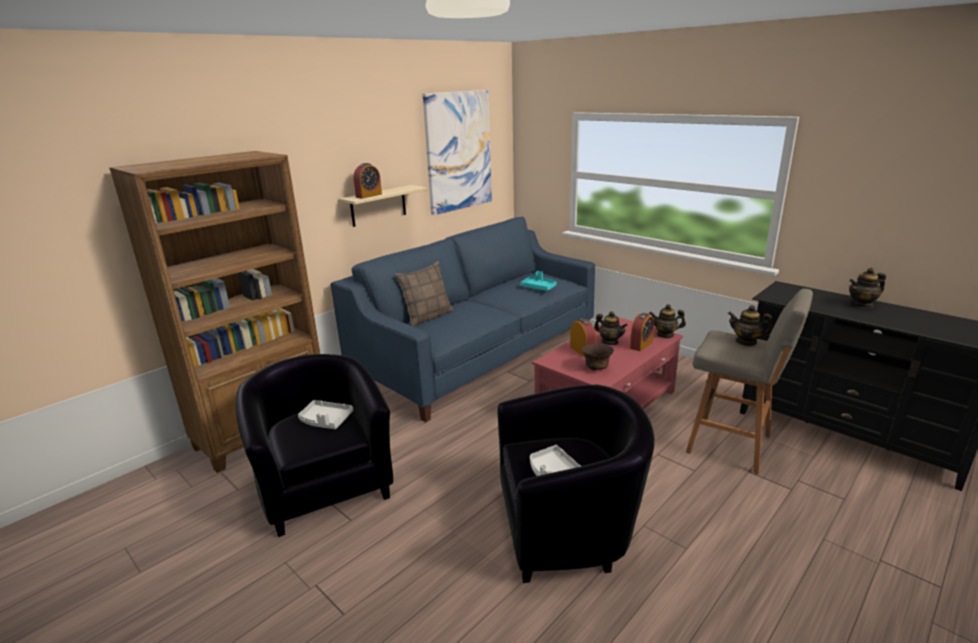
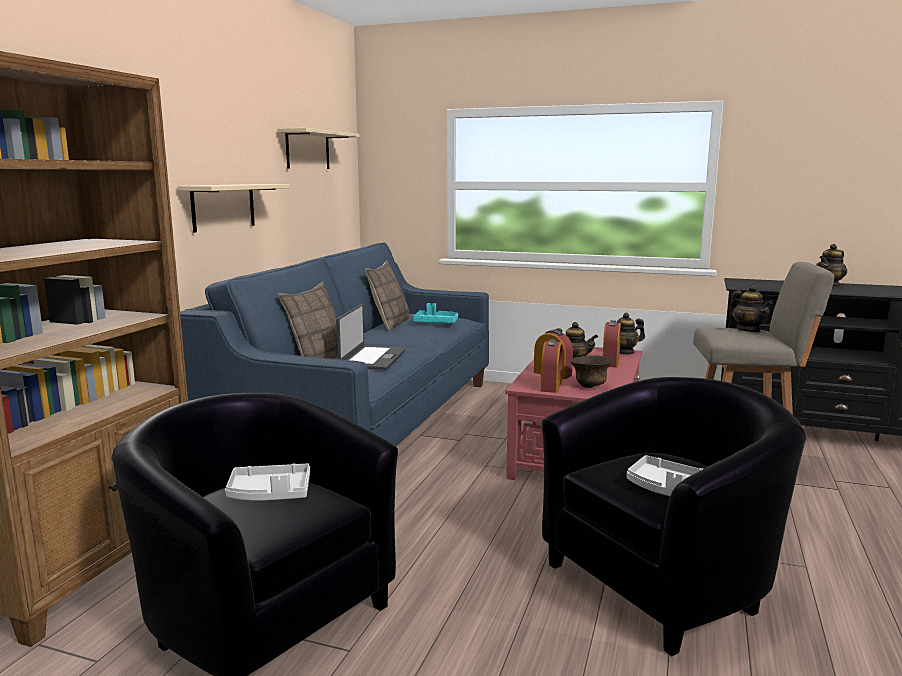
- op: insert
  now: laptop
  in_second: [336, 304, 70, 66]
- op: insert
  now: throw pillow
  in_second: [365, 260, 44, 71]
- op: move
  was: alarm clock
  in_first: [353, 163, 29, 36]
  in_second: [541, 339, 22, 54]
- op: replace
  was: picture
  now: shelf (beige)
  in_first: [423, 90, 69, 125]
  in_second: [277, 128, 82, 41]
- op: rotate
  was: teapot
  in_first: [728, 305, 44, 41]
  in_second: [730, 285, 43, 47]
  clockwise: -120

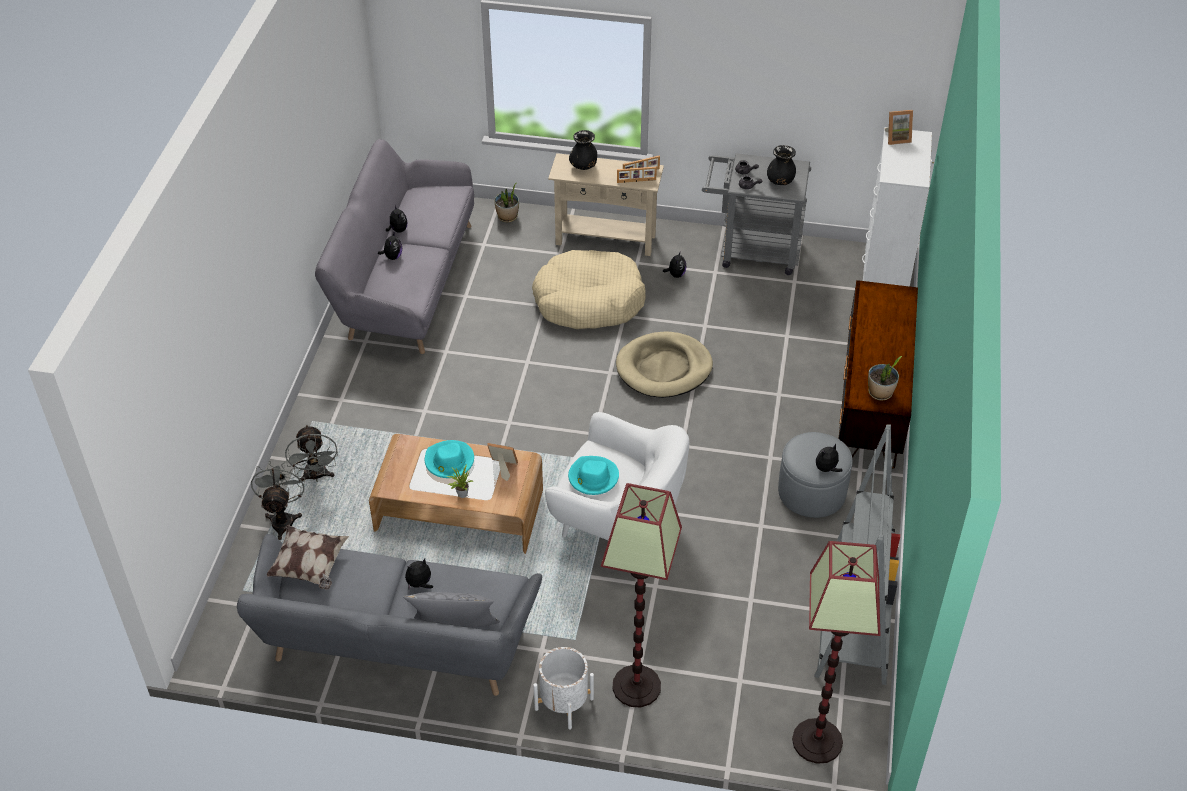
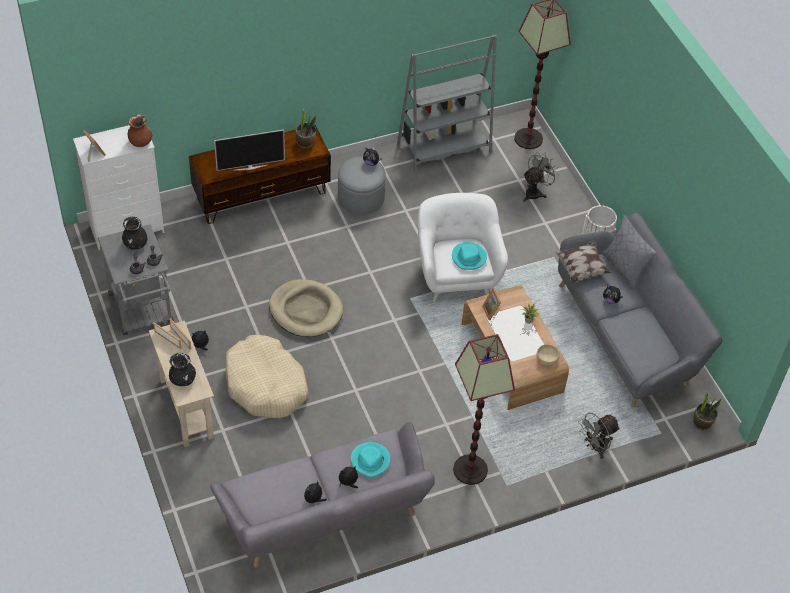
- op: insert
  now: vase (brownish)
  in_second: [128, 114, 24, 33]
- op: insert
  now: TV
  in_second: [214, 130, 71, 41]
- op: insert
  now: serving bowl (beige)
  in_second: [537, 344, 22, 21]
- op: move
  was: throw pillow
  in_first: [267, 525, 82, 65]
  in_second: [555, 241, 57, 43]
- op: move
  was: fan (grey)
  in_first: [285, 425, 53, 57]
  in_second: [523, 152, 36, 50]
- op: move
  was: hat (turquoise-coloured)
  in_first: [425, 440, 49, 38]
  in_second: [351, 442, 40, 36]
- op: move
  was: houseplant
  in_first: [494, 183, 25, 39]
  in_second: [693, 392, 28, 38]
- op: move
  was: standard lamp
  in_first: [601, 483, 81, 224]
  in_second: [453, 334, 62, 151]

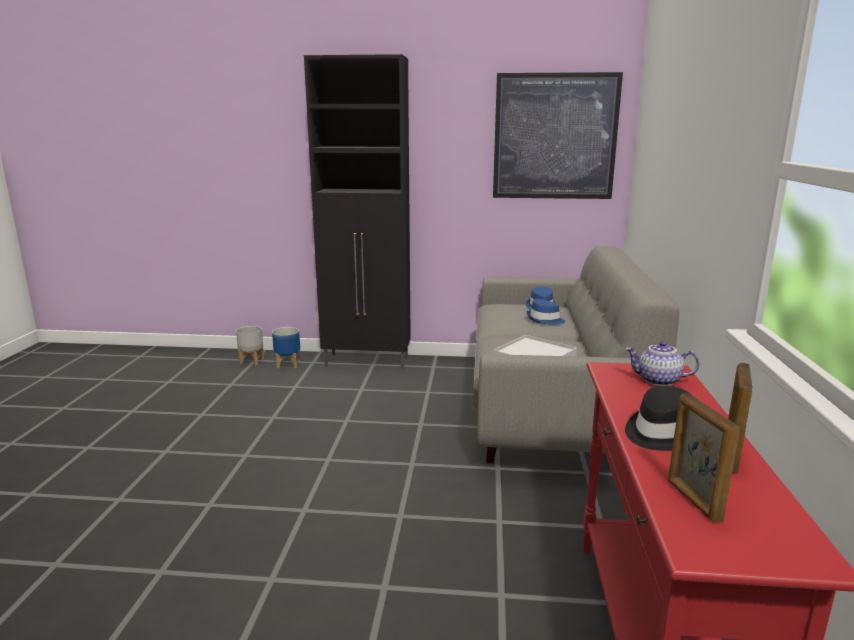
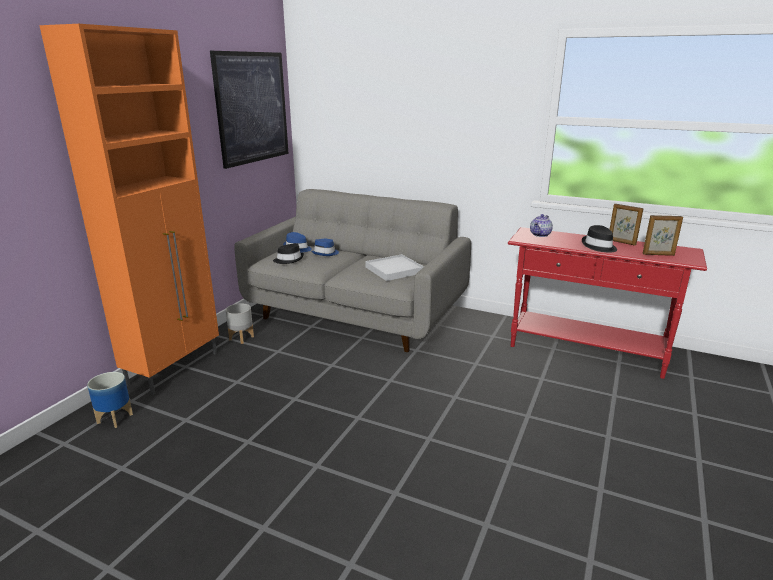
- op: insert
  now: hat (blackish)
  in_second: [273, 243, 31, 21]
- op: move
  was: flower pot (grey)
  in_first: [236, 326, 28, 39]
  in_second: [226, 303, 28, 41]
- op: recolor
  was: storage cabinet (blackish)
  now: storage cabinet (orange)
  in_first: [304, 54, 107, 315]
  in_second: [39, 24, 180, 371]

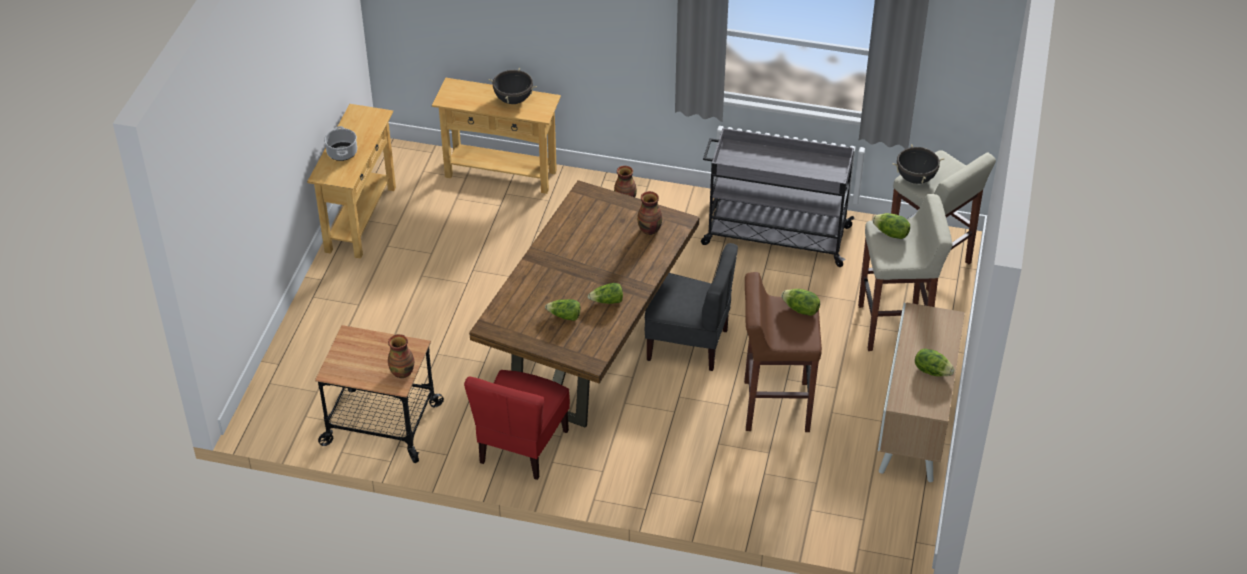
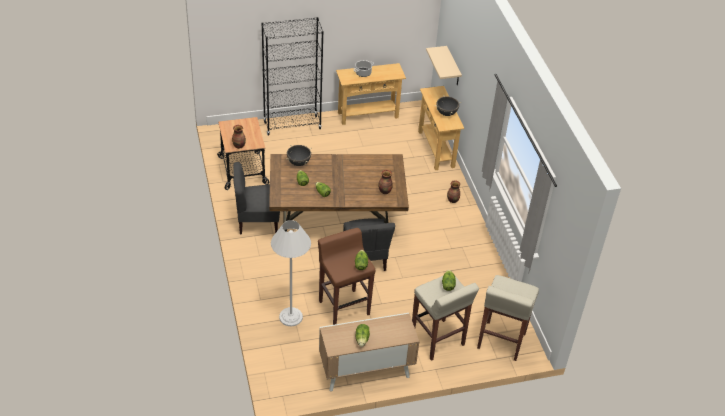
- op: delete
  was: cart (grey)
  in_first: [701, 128, 154, 139]
- op: insert
  now: bookshelf (blackish)
  in_second: [261, 17, 63, 119]
- op: insert
  now: standard lamp (white-coloured)
  in_second: [271, 220, 40, 106]
- op: insert
  now: shelf (beige)
  in_second: [426, 46, 36, 39]
- op: move
  was: cooking pot (blackish)
  in_first: [893, 144, 51, 40]
  in_second: [286, 145, 26, 21]
- op: recolor
  was: upright chair (reddish)
  now: upright chair (grey)
  in_first: [464, 370, 106, 110]
  in_second: [233, 162, 47, 72]

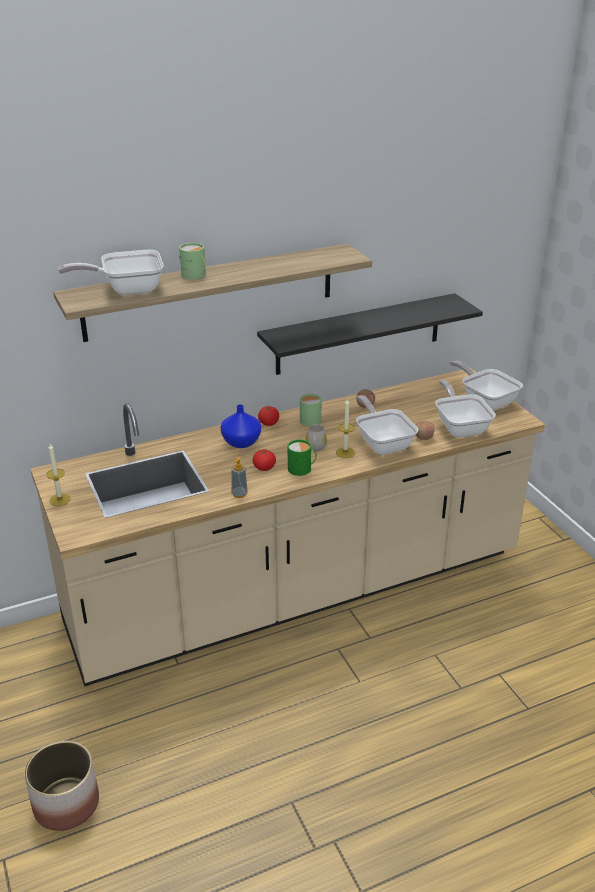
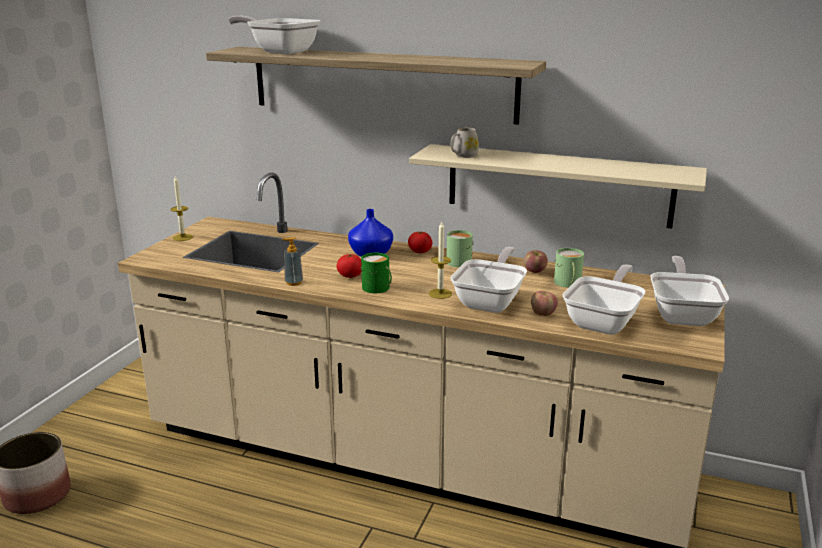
- op: move
  was: mug (green)
  in_first: [179, 243, 27, 37]
  in_second: [554, 248, 30, 40]
- op: move
  was: mug (white-coloured)
  in_first: [306, 424, 21, 27]
  in_second: [450, 128, 29, 30]
- op: recolor
  was: shelf (blackish)
  now: shelf (beige)
  in_first: [257, 293, 226, 82]
  in_second: [409, 144, 298, 85]

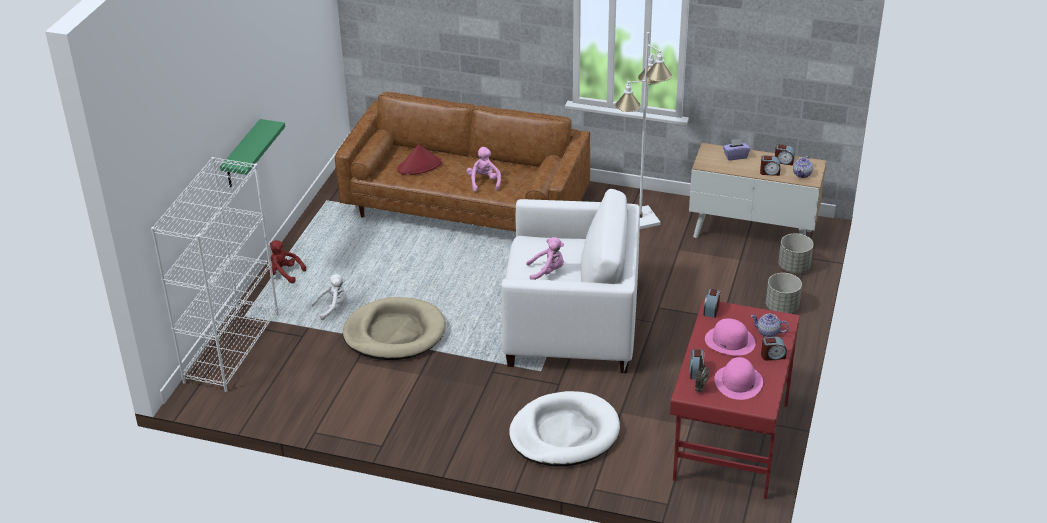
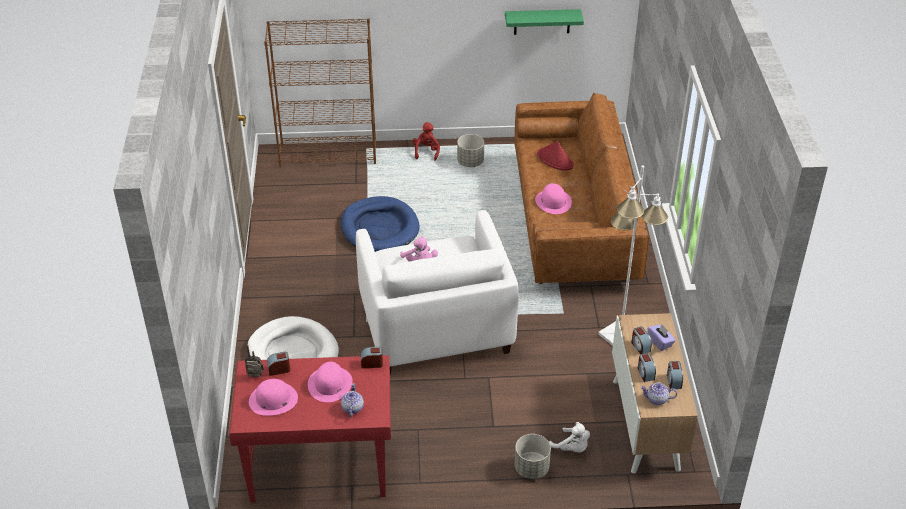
- op: move
  was: shelf (green)
  in_first: [220, 119, 65, 68]
  in_second: [505, 9, 79, 26]
- op: move
  was: cuddly toy (white-coloured)
  in_first: [311, 274, 37, 46]
  in_second: [549, 422, 41, 30]
- op: move
  was: alarm clock
  in_first: [761, 337, 26, 23]
  in_second: [631, 327, 21, 27]
- op: move
  was: flower pot (grey)
  in_first: [778, 233, 36, 40]
  in_second: [457, 134, 27, 33]
- op: replace
  was: cuddly toy (pinkish)
  now: hat (pinkish)
  in_first: [467, 147, 34, 45]
  in_second: [535, 183, 37, 31]
- op: recolor
  was: bookshelf (white-coloured)
  now: bookshelf (brownish)
  in_first: [151, 157, 128, 235]
  in_second: [264, 18, 112, 149]
- op: recolor
  was: dog cushion (beige)
  now: dog cushion (blue-coloured)
  in_first: [343, 297, 103, 63]
  in_second: [341, 196, 79, 56]

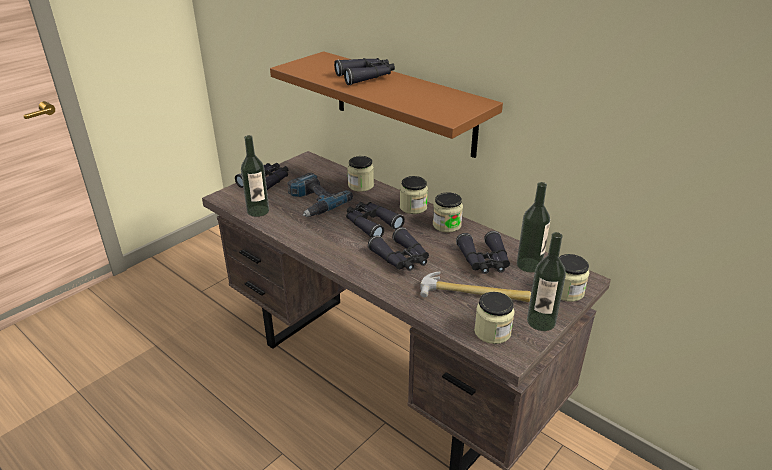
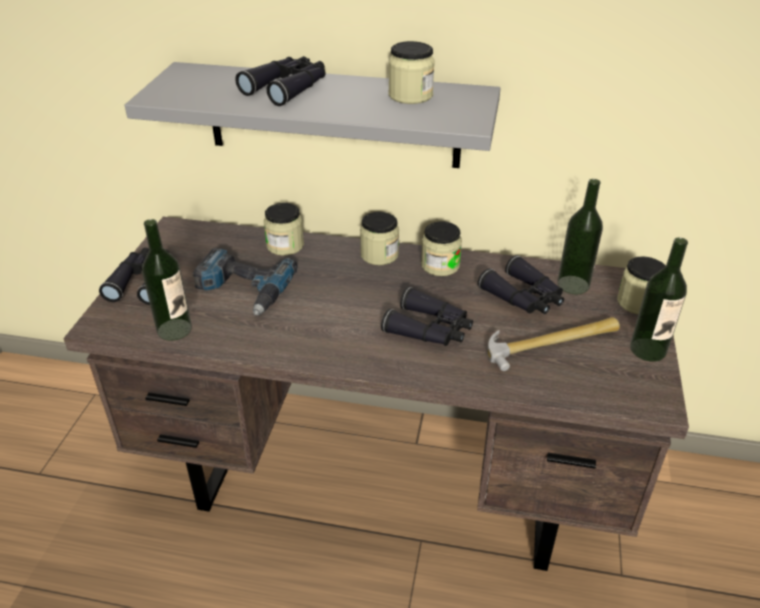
- op: delete
  was: pair of binoculars (blackish)
  in_first: [346, 202, 59, 36]
- op: move
  was: storage jar
  in_first: [474, 292, 40, 52]
  in_second: [388, 41, 47, 63]
- op: recolor
  was: shelf (brownish)
  now: shelf (grey)
  in_first: [270, 51, 233, 107]
  in_second: [124, 62, 377, 106]

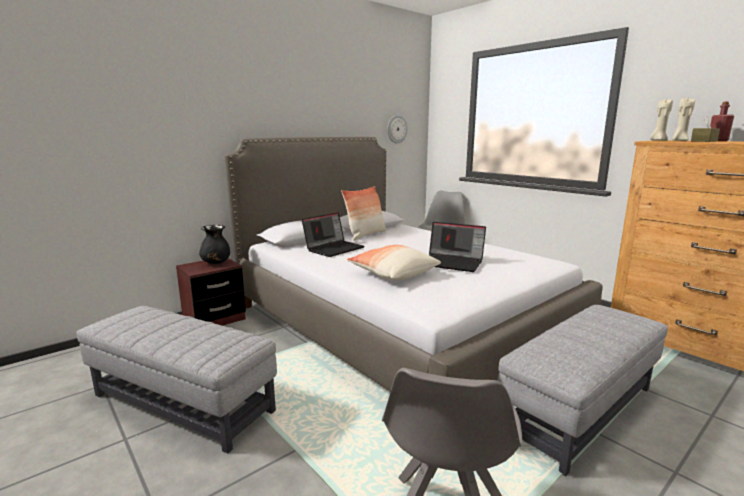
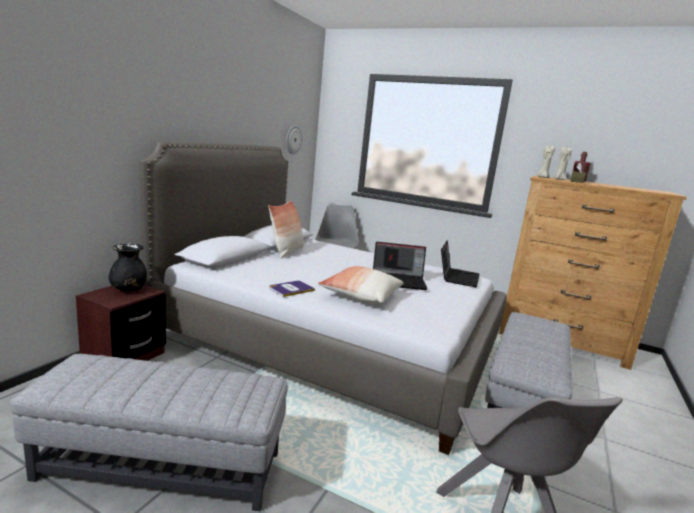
- op: insert
  now: book
  in_second: [269, 281, 46, 16]
- op: move
  was: laptop
  in_first: [302, 212, 63, 45]
  in_second: [441, 240, 38, 47]

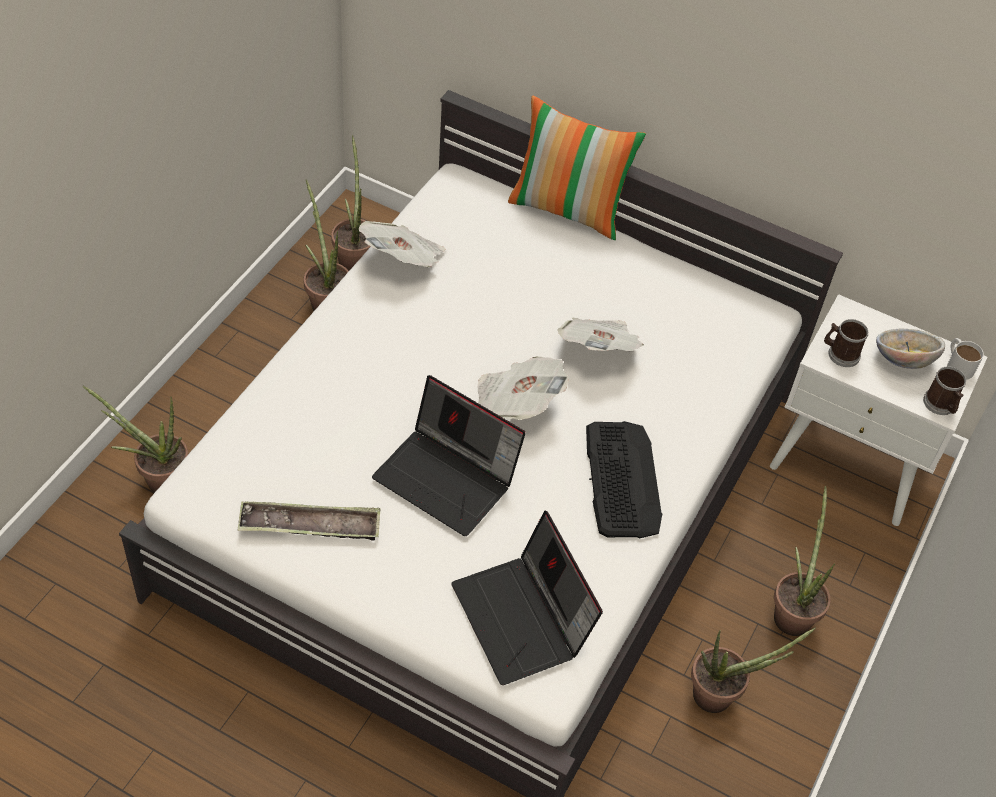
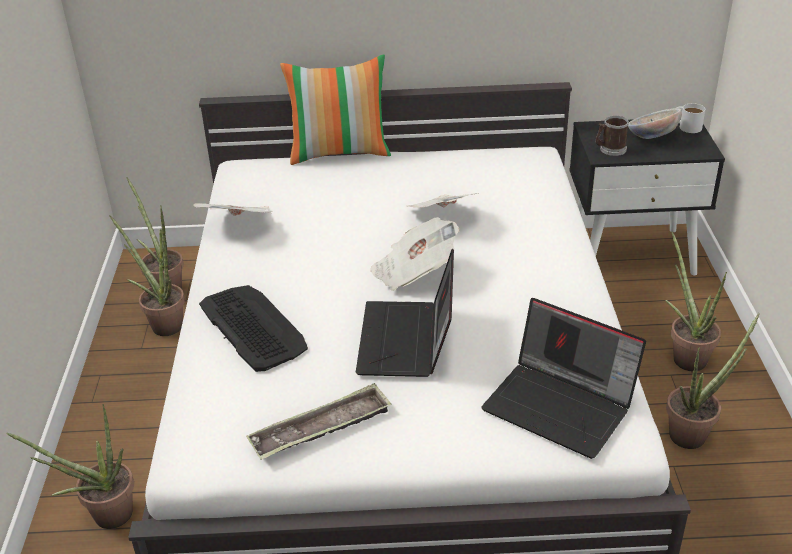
- op: delete
  was: mug
  in_first: [923, 366, 43, 49]
- op: move
  was: keyboard
  in_first: [586, 421, 76, 117]
  in_second: [199, 285, 109, 87]
- op: recolor
  was: nightstand (white-coloured)
  now: nightstand (blackish)
  in_first: [770, 294, 217, 232]
  in_second: [569, 119, 156, 156]
- op: rotate
  was: laptop
  in_first: [372, 375, 154, 161]
  in_second: [356, 249, 98, 128]
  clockwise: 90

